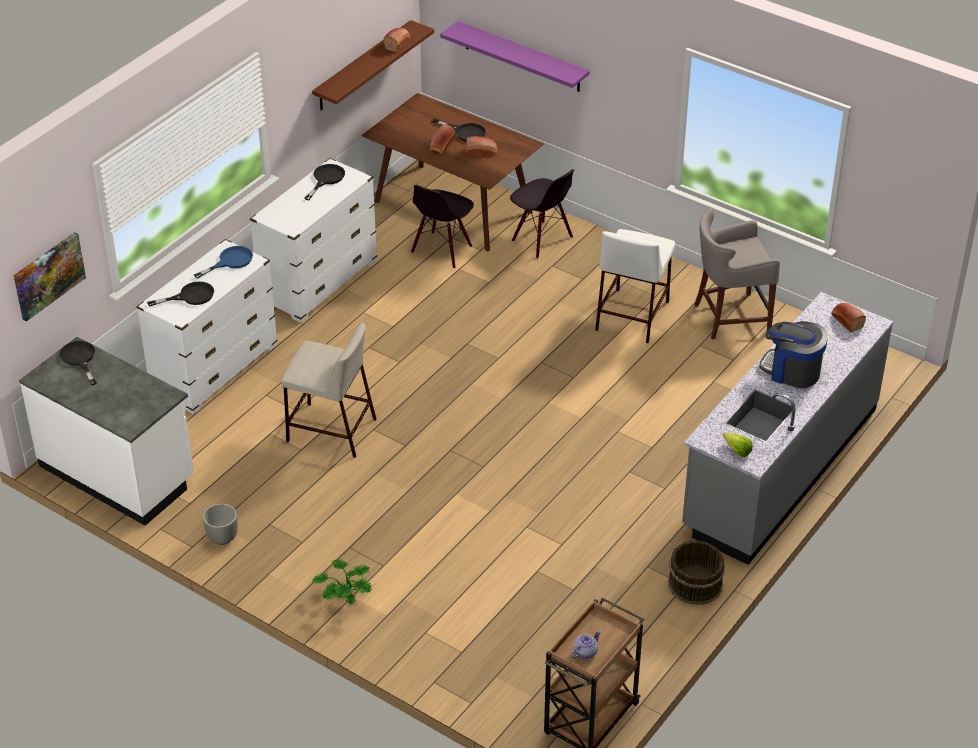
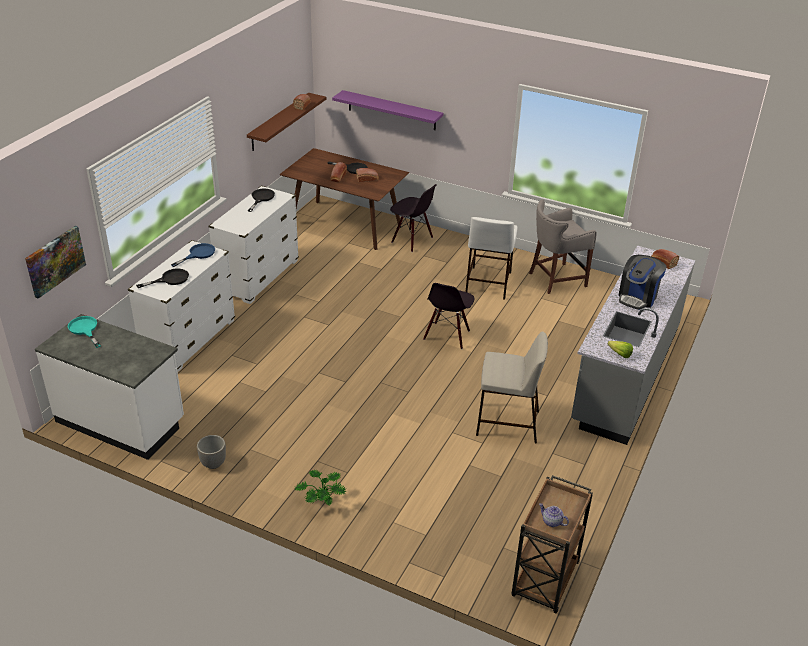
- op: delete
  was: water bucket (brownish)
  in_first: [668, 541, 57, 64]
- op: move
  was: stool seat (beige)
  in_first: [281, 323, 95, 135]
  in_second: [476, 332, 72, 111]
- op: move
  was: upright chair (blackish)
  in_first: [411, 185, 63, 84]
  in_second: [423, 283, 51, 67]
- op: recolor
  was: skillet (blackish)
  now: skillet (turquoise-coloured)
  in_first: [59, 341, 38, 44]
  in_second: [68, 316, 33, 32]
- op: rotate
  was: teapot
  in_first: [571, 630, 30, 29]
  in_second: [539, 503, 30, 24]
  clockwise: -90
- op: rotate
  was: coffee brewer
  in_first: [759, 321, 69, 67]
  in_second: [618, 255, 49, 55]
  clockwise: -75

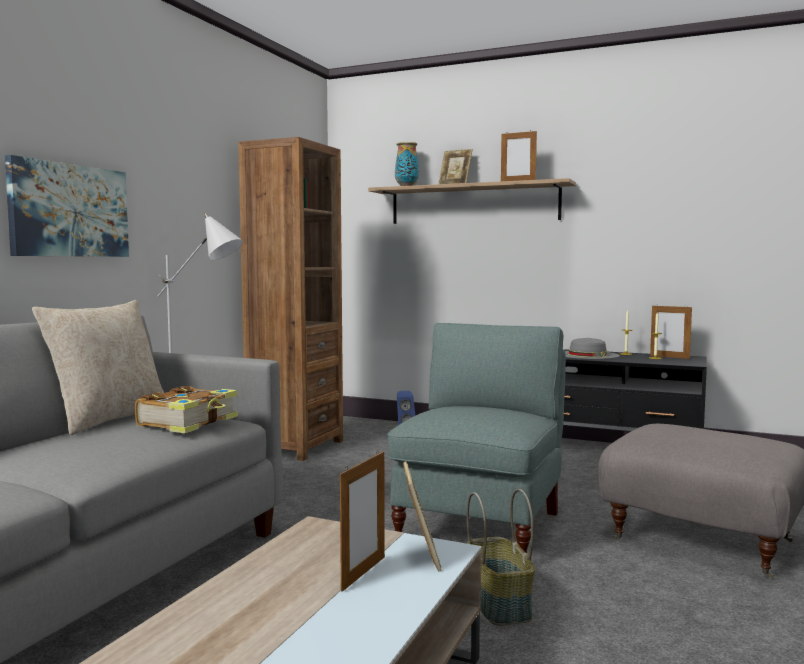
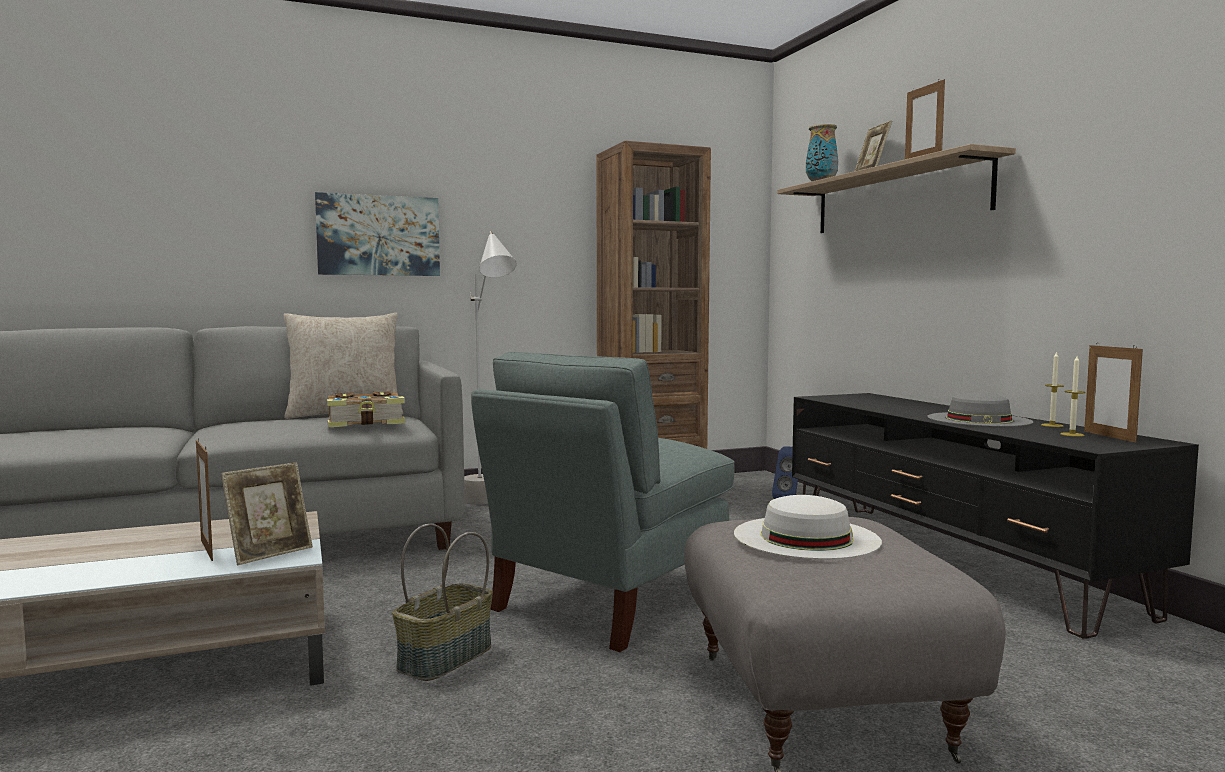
- op: insert
  now: hat (white-coloured)
  in_second: [734, 495, 148, 64]
- op: rotate
  was: standing frame
  in_first: [340, 451, 45, 141]
  in_second: [196, 438, 17, 123]
  clockwise: 75
- op: rotate
  was: lounge chair (grey)
  in_first: [387, 323, 179, 230]
  in_second: [471, 352, 264, 300]
  clockwise: 150

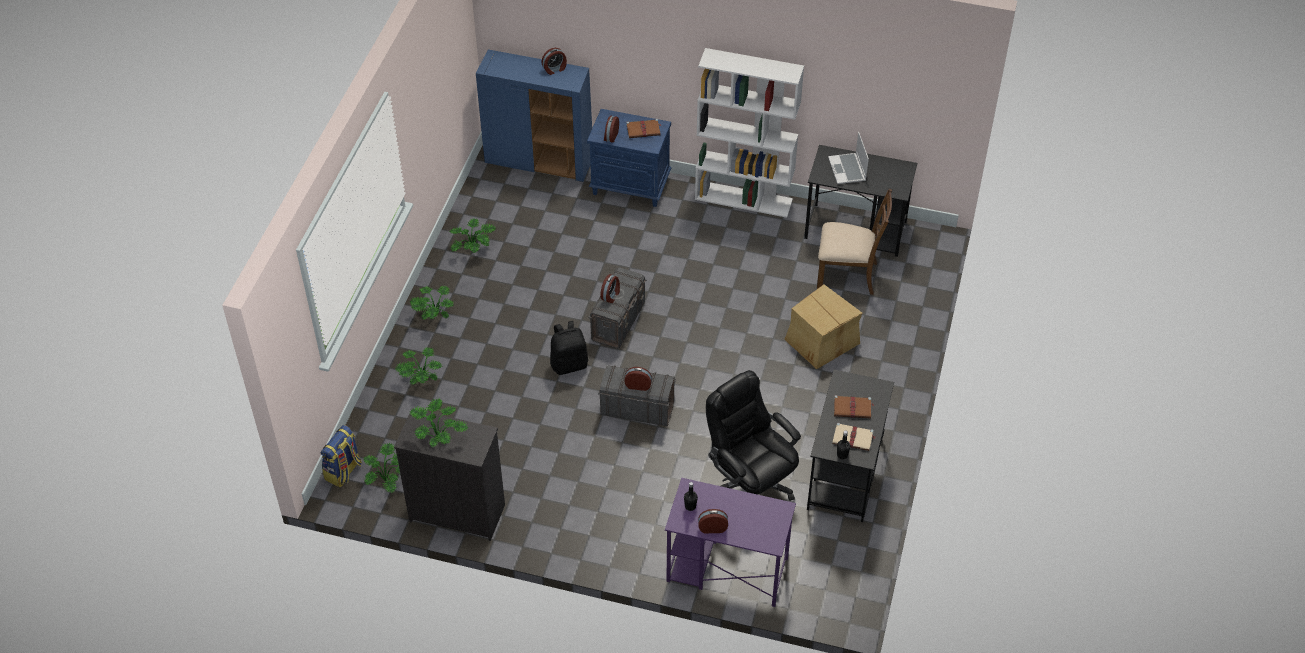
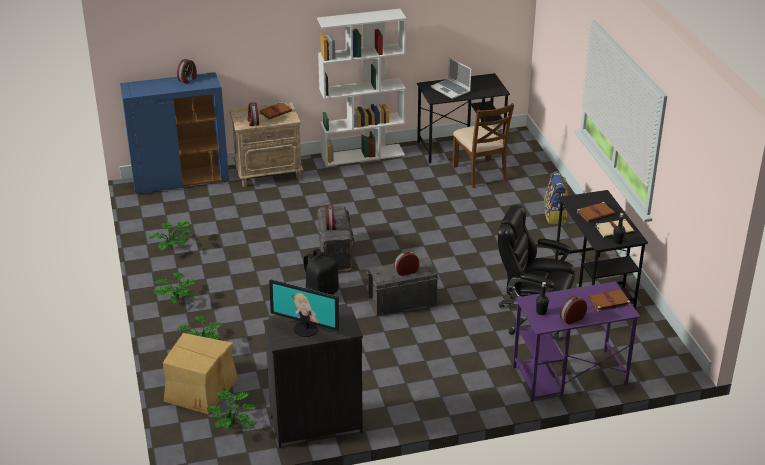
- op: insert
  now: book (brownish)
  in_second: [588, 289, 42, 23]
- op: move
  was: knapsack
  in_first: [320, 425, 42, 62]
  in_second: [544, 171, 24, 53]
- op: move
  was: cardboard box
  in_first: [784, 285, 79, 84]
  in_second: [163, 333, 75, 82]
- op: replace
  was: houseplant
  now: computer screen
  in_first: [409, 398, 60, 49]
  in_second: [269, 279, 70, 58]
- op: recolor
  was: nightstand (blue-coloured)
  now: nightstand (beige)
  in_first: [587, 109, 84, 98]
  in_second: [229, 102, 74, 85]
- op: rotate
  was: upright chair (brownish)
  in_first: [817, 189, 75, 106]
  in_second: [452, 103, 62, 85]
  clockwise: 90

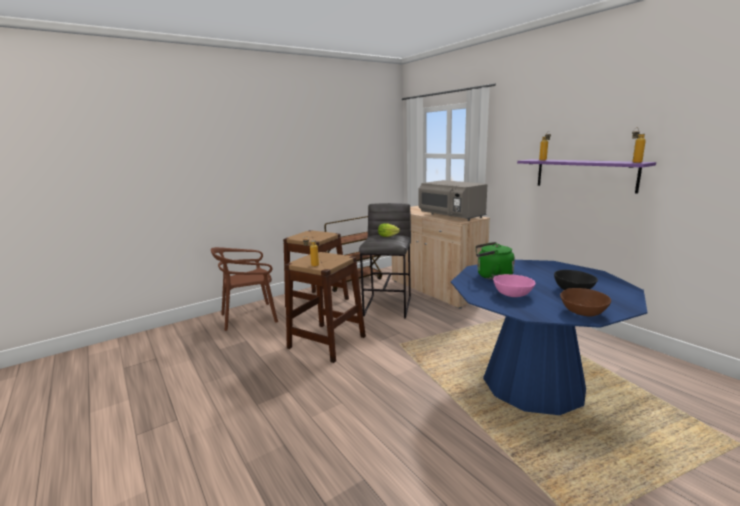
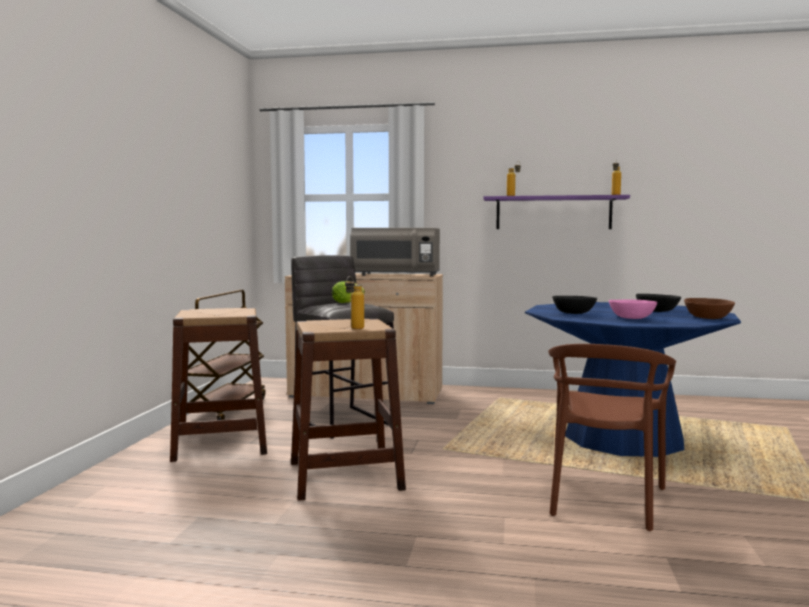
- op: move
  was: upright chair (brownish)
  in_first: [211, 247, 67, 84]
  in_second: [548, 344, 128, 187]
- op: replace
  was: kettle (green)
  now: serving bowl (blackish)
  in_first: [476, 242, 39, 38]
  in_second: [552, 296, 45, 18]

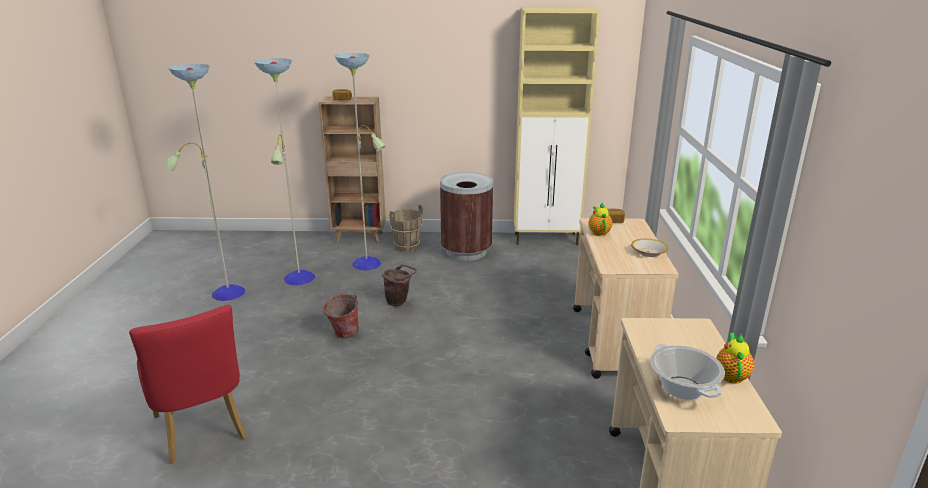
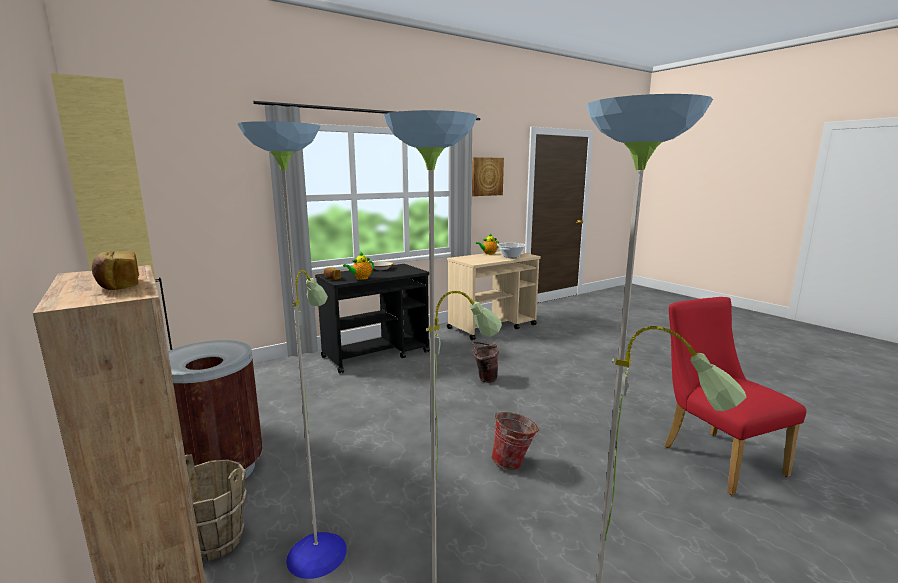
- op: insert
  now: picture
  in_second: [472, 157, 32, 39]
- op: move
  was: water bucket (brownish)
  in_first: [382, 265, 35, 41]
  in_second: [472, 342, 27, 41]
- op: recolor
  was: cart (beige)
  now: cart (blackish)
  in_first: [573, 218, 106, 161]
  in_second: [315, 264, 115, 110]
- op: rotate
  was: upright chair (reddish)
  in_first: [129, 305, 118, 159]
  in_second: [664, 297, 142, 198]
  clockwise: -45

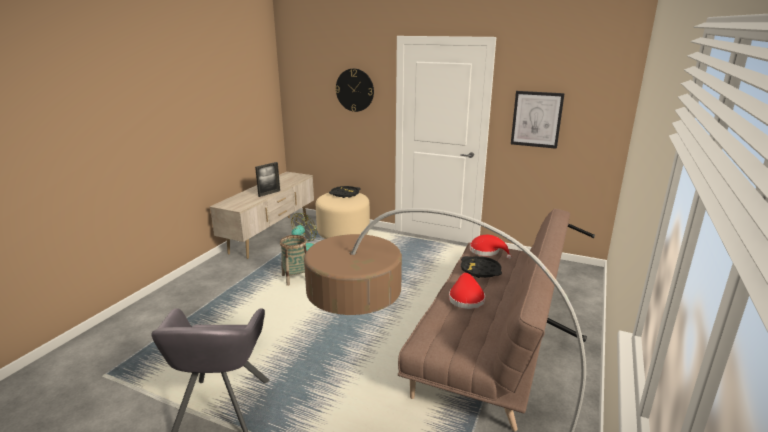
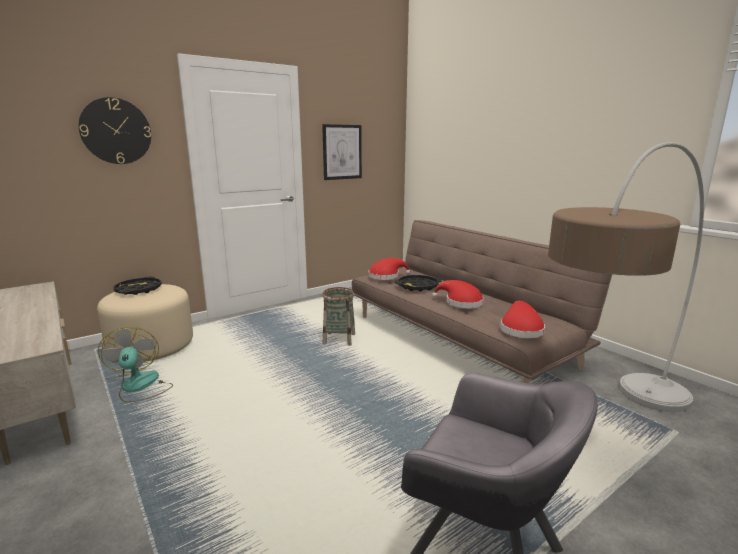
- op: delete
  was: standing frame
  in_first: [255, 162, 25, 35]
- op: insert
  now: hat (reddish)
  in_second: [500, 301, 45, 37]
- op: move
  was: storage basket
  in_first: [280, 235, 27, 51]
  in_second: [322, 287, 33, 59]

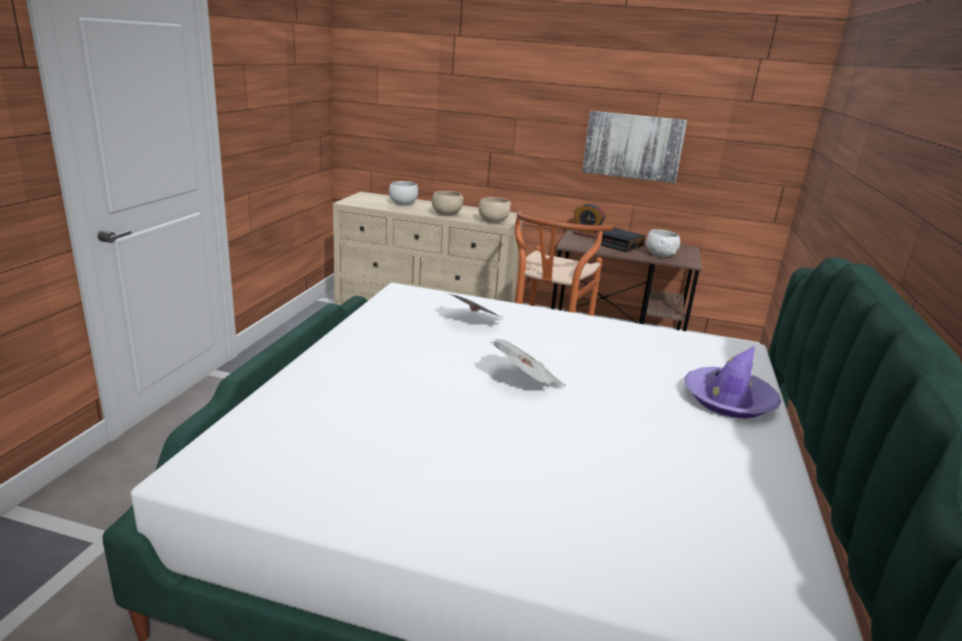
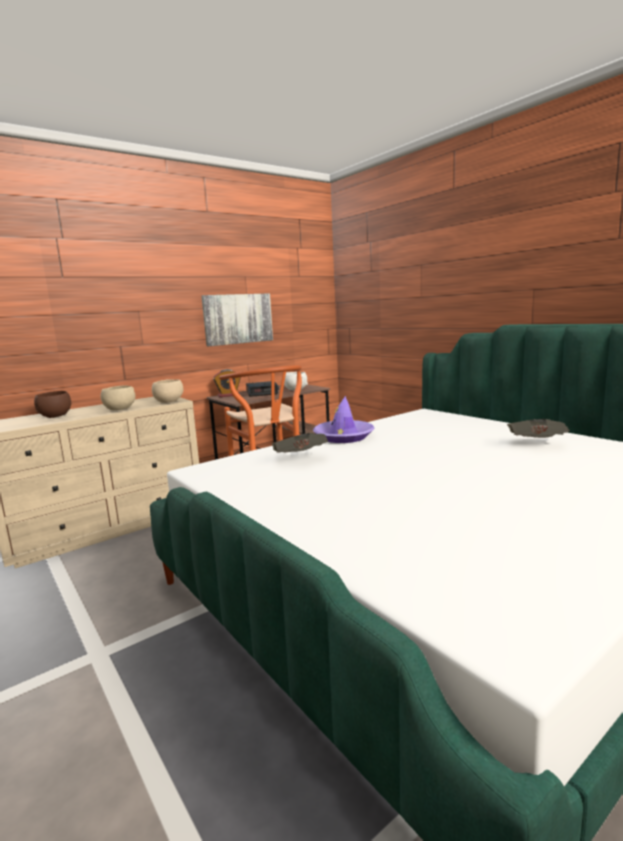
- op: move
  was: daily paper
  in_first: [490, 339, 76, 47]
  in_second: [507, 419, 63, 19]
- op: move
  was: hat (purple)
  in_first: [684, 346, 98, 72]
  in_second: [313, 396, 62, 47]
- op: recolor
  was: serving bowl (white-coloured)
  now: serving bowl (brownish)
  in_first: [389, 181, 29, 24]
  in_second: [34, 391, 37, 27]

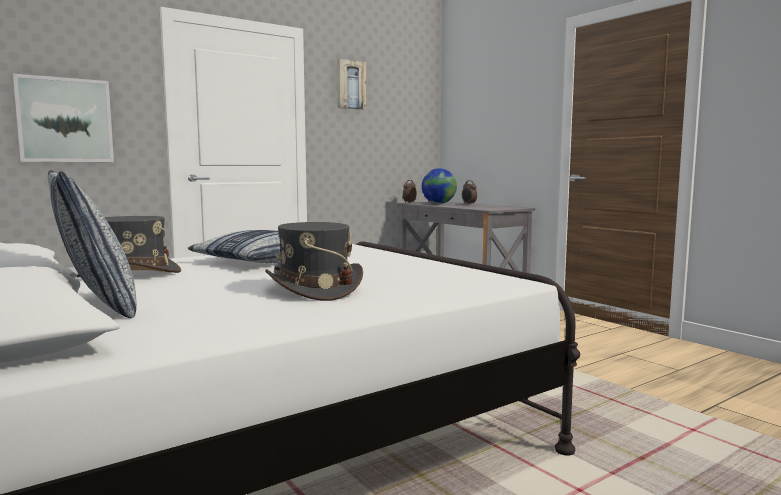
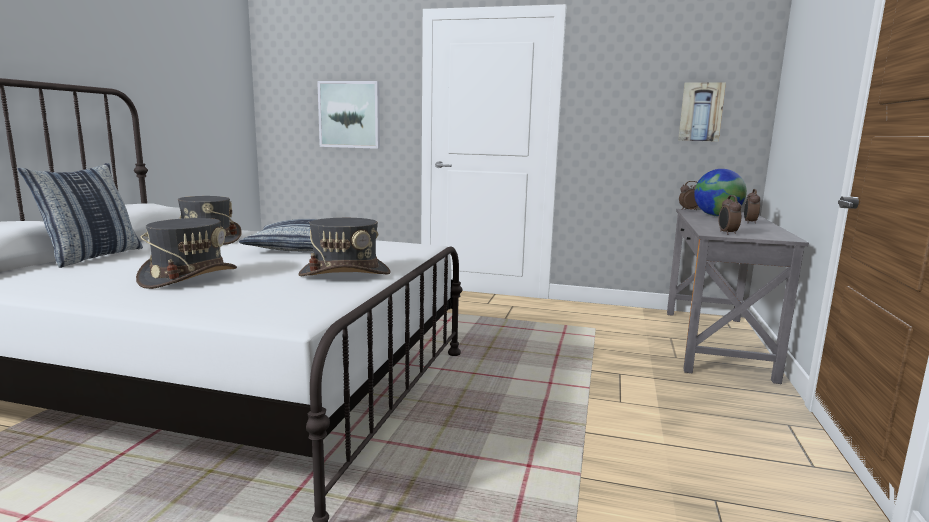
- op: insert
  now: hat (grey)
  in_second: [299, 218, 92, 58]
- op: insert
  now: alarm clock
  in_second: [718, 195, 23, 40]
- op: move
  was: picture
  in_first: [337, 59, 29, 51]
  in_second: [678, 83, 48, 59]

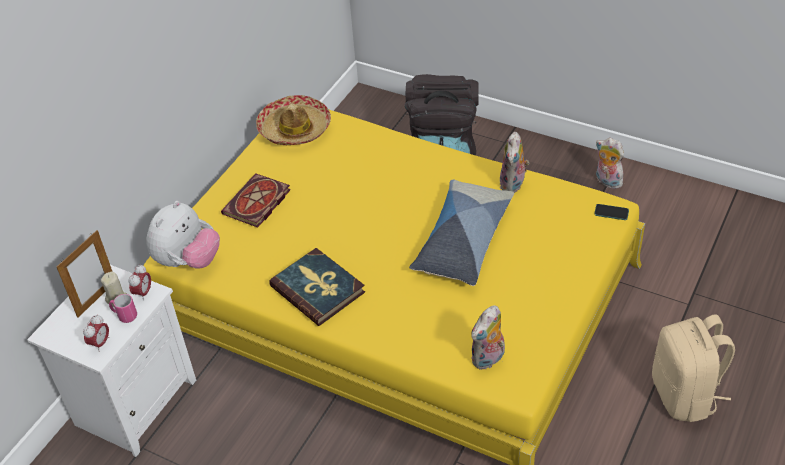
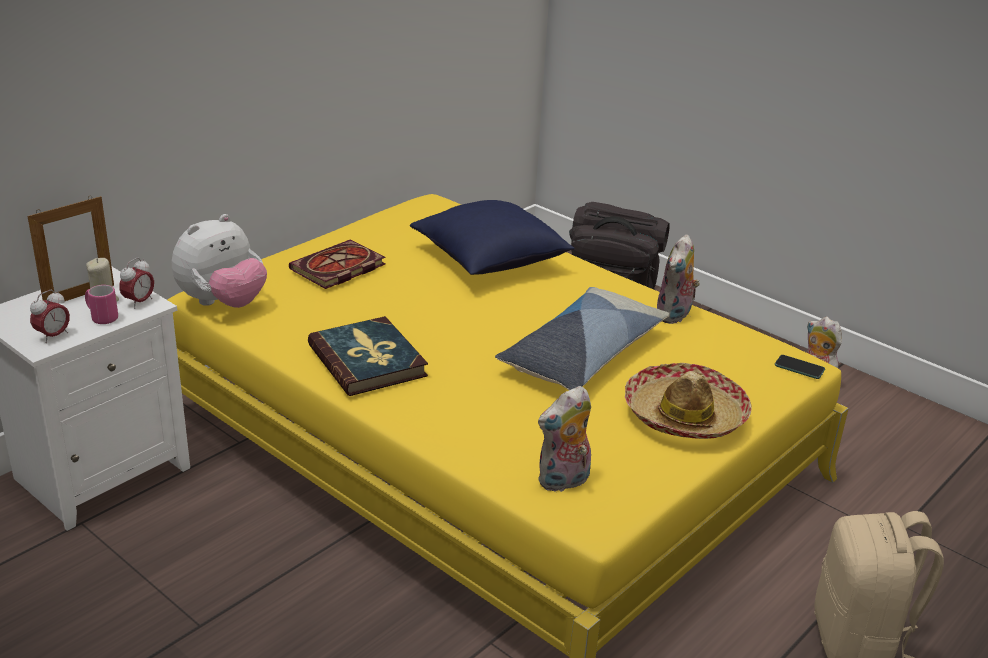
- op: insert
  now: throw pillow (blue-coloured)
  in_second: [410, 200, 165, 75]
- op: move
  was: hat
  in_first: [256, 95, 75, 50]
  in_second: [625, 363, 127, 76]

